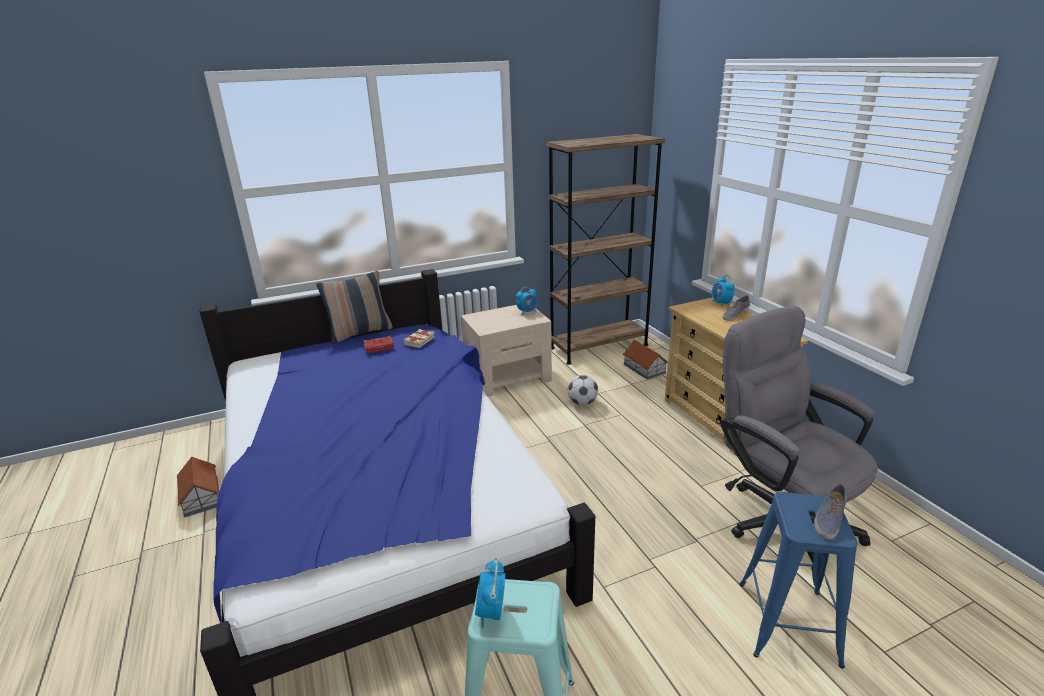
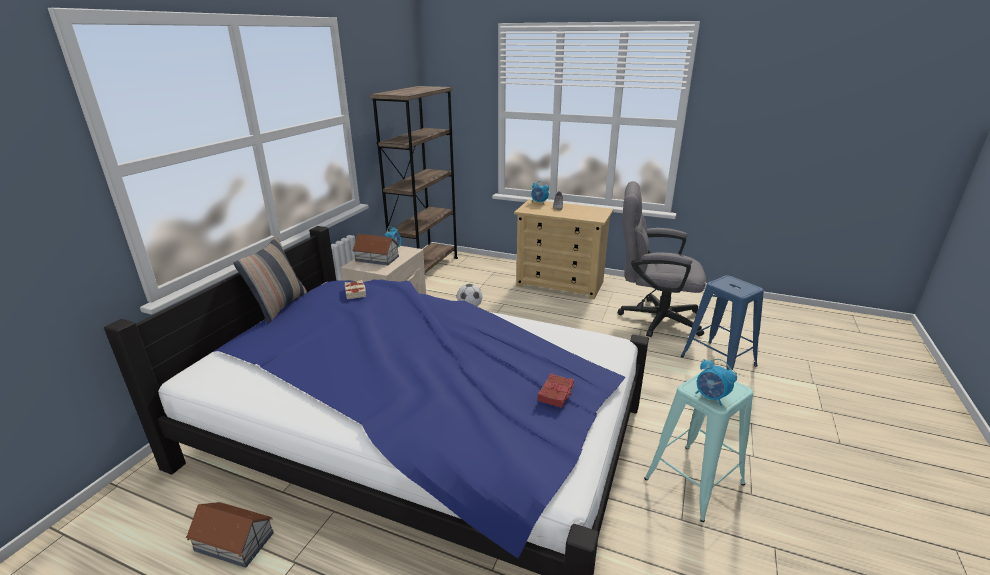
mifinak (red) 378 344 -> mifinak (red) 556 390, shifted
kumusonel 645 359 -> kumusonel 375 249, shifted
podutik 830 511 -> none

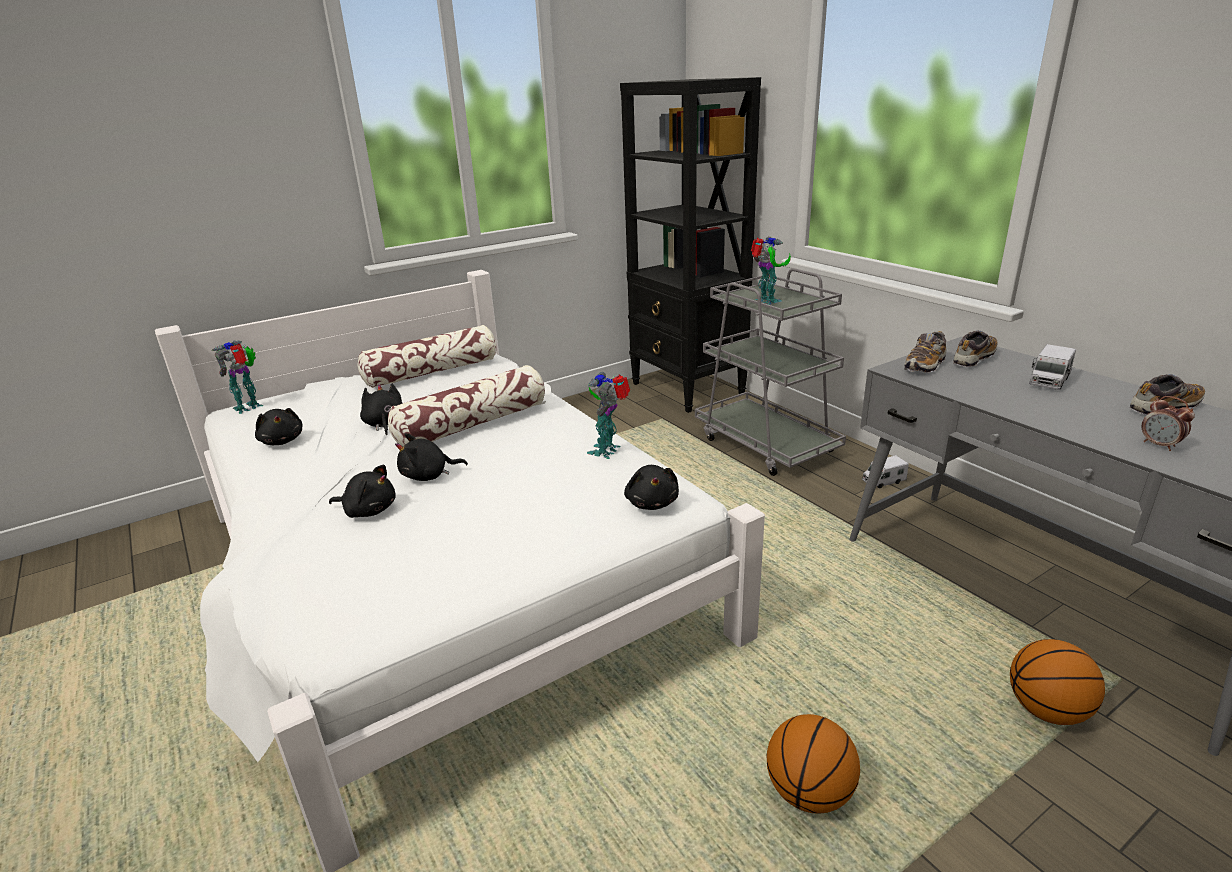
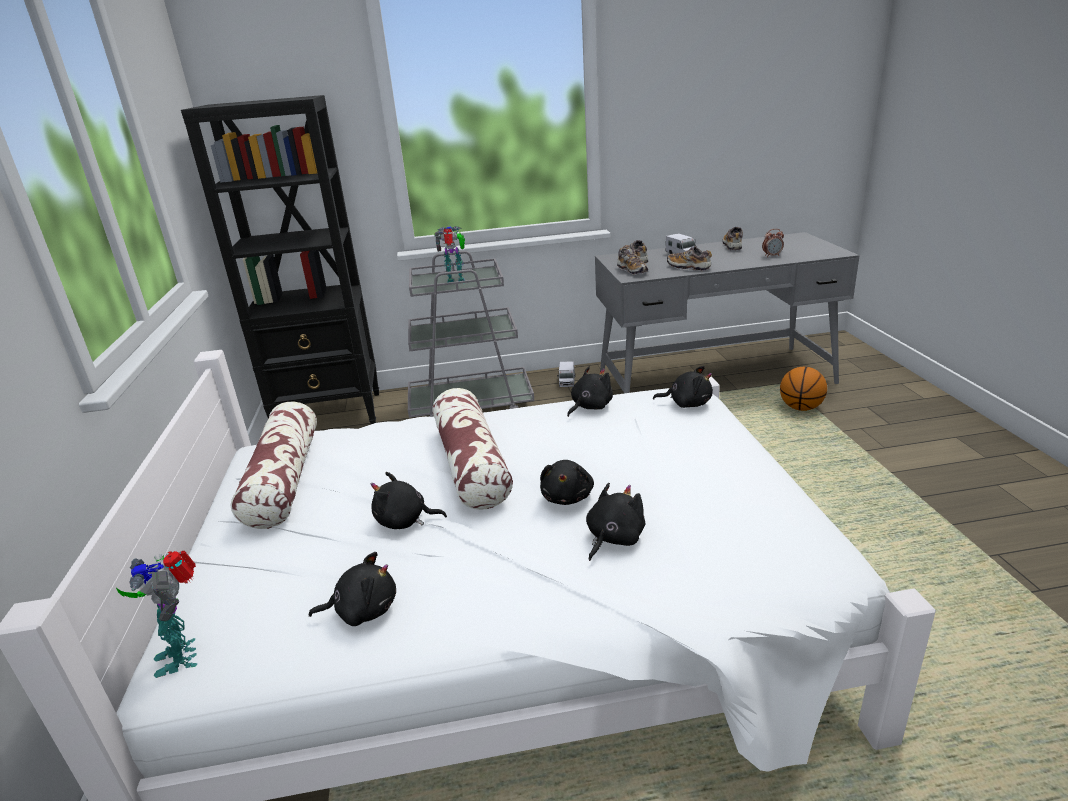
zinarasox 608 415 -> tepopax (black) 590 392
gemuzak 813 764 -> none
none -> podutik 689 258

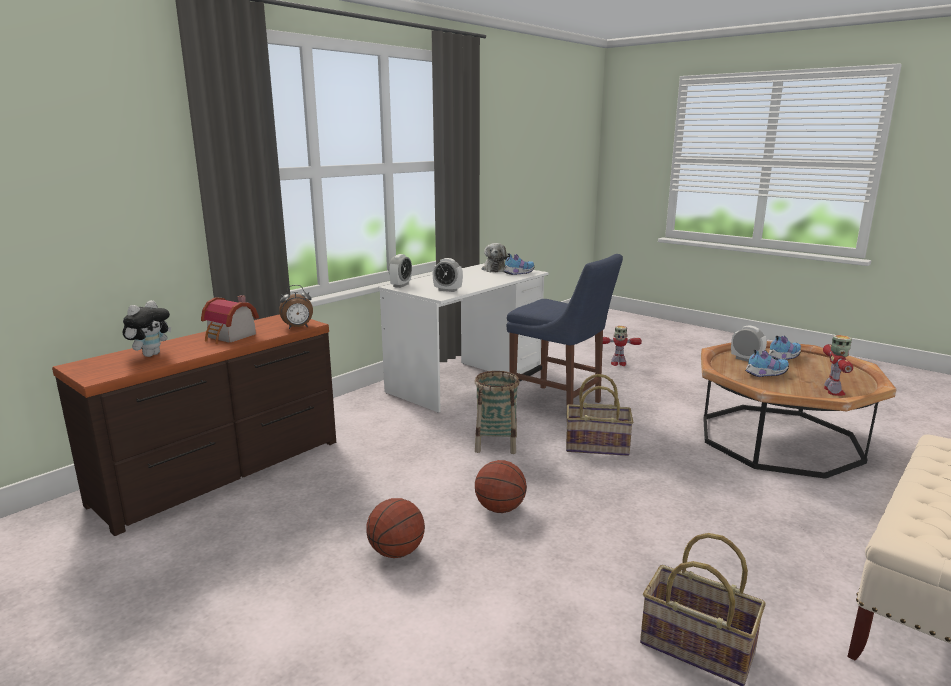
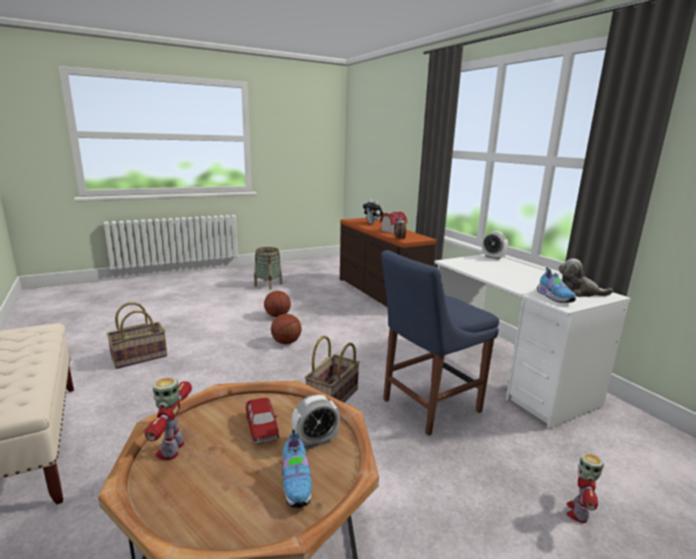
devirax 448 275 -> none
zinarasox 838 365 -> zinarasox 168 418, 60 degrees clockwise
podutik 767 363 -> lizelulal 262 420
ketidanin 497 412 -> ketidanin 268 268, shifted

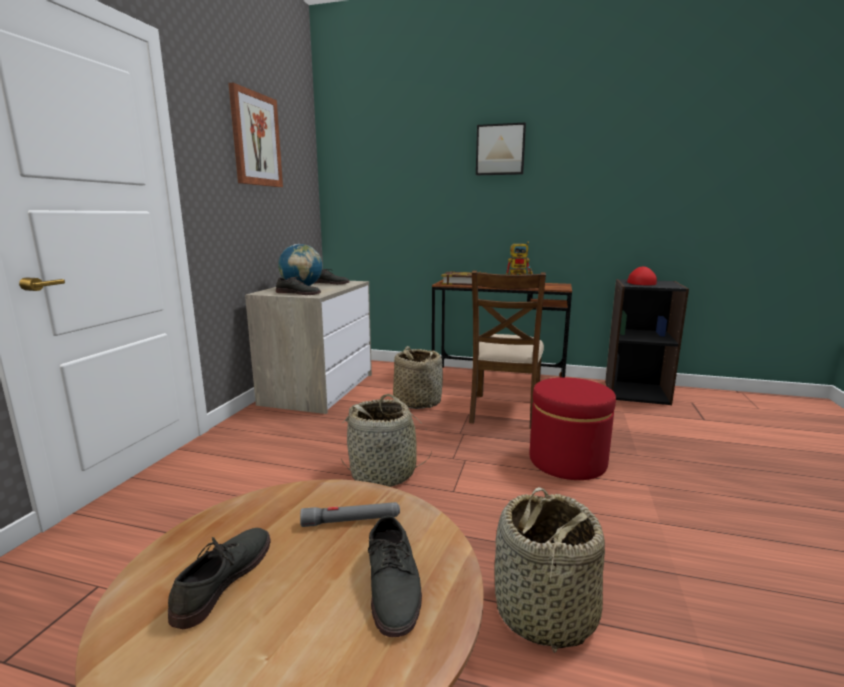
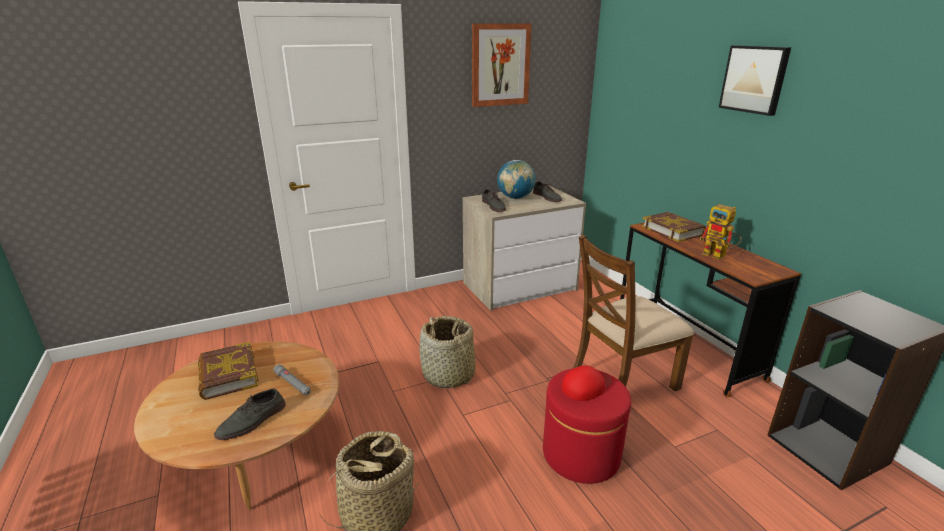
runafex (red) 642 275 -> runafex (red) 587 383, shifted
ketidanin 418 377 -> none
podutik (grey) 219 578 -> mifinak 228 371

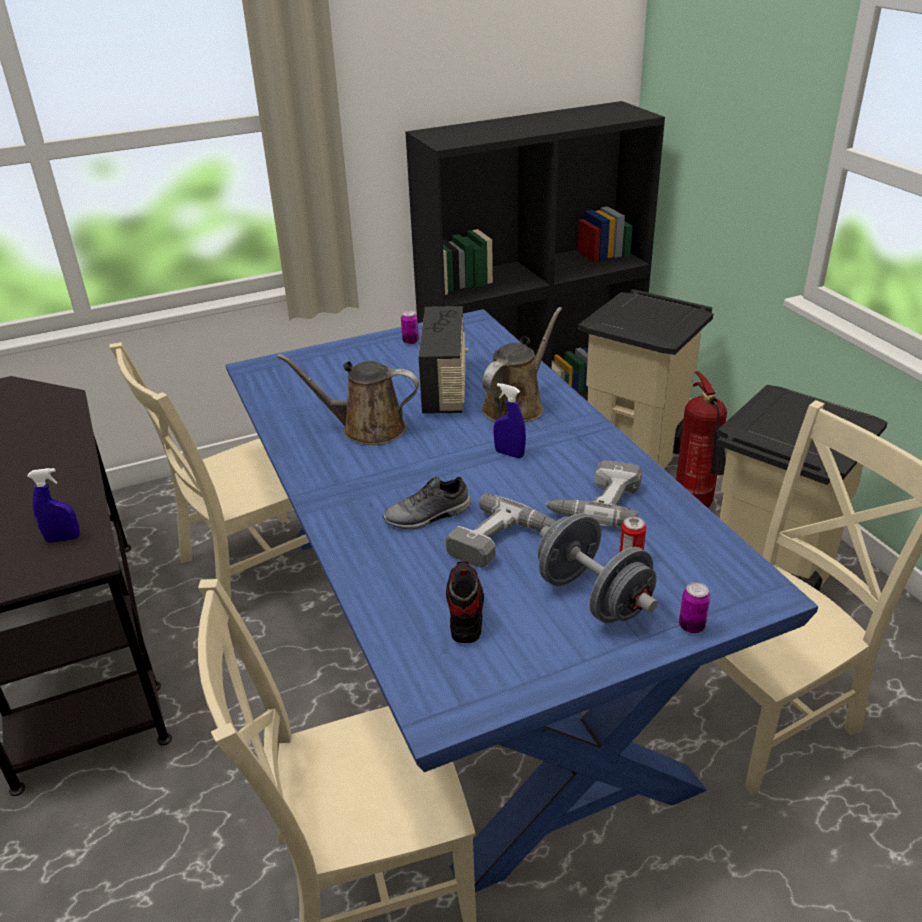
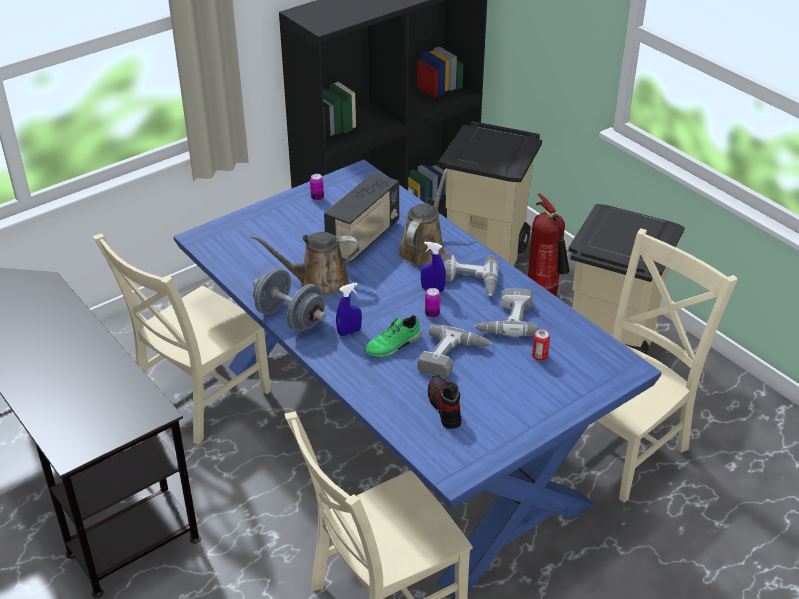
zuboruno 444 360 -> zuboruno 361 217, 45 degrees clockwise
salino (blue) 53 505 -> salino (blue) 349 309, shifted
podutik (grey) 427 503 -> podutik (green) 393 336
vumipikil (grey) 598 568 -> vumipikil (grey) 289 300, shifted
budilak 694 607 -> budilak 433 303, shifted
none -> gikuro 469 275

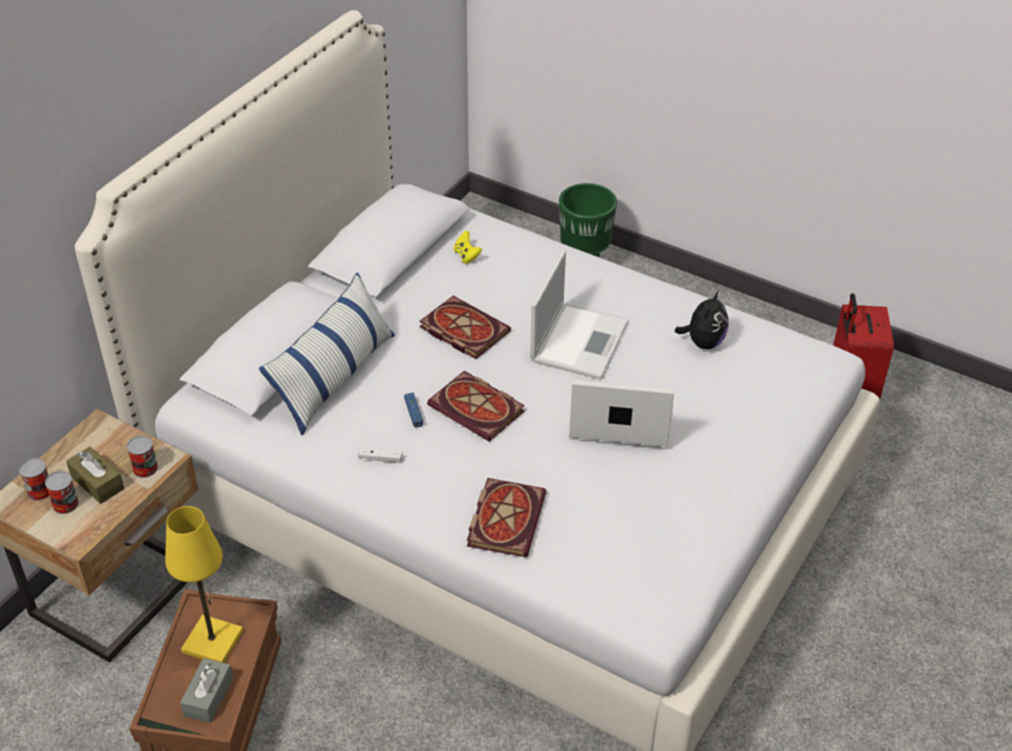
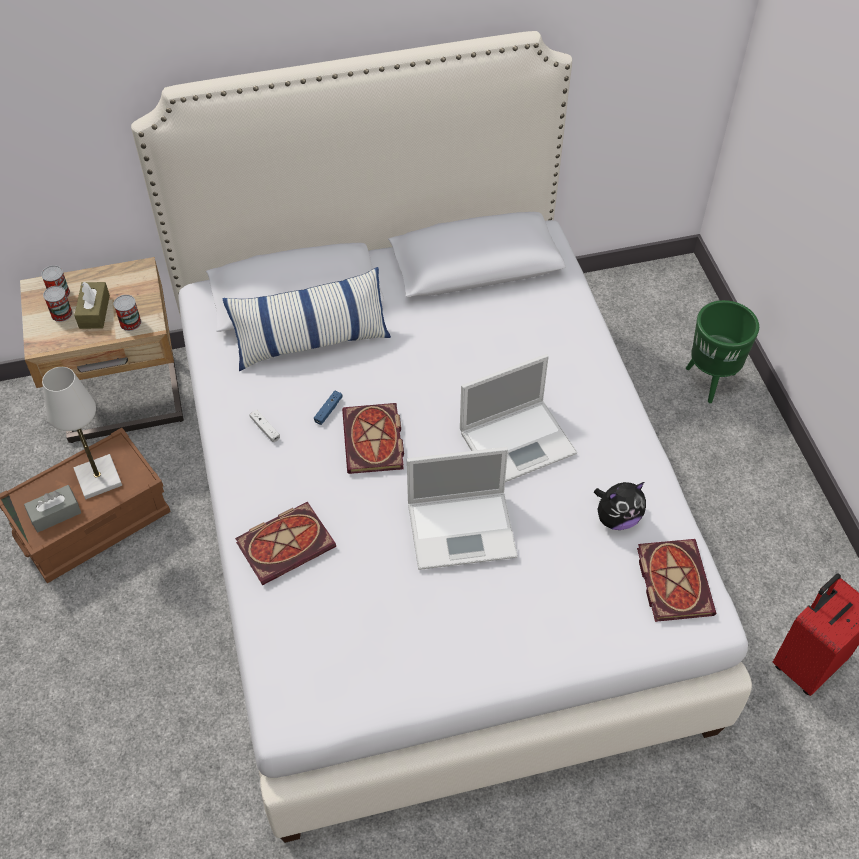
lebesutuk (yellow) 468 247 -> none
mifinak 465 327 -> mifinak 676 580, shifted
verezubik 621 413 -> verezubik 462 508, 120 degrees clockwise
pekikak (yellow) 204 584 -> pekikak (white) 82 433

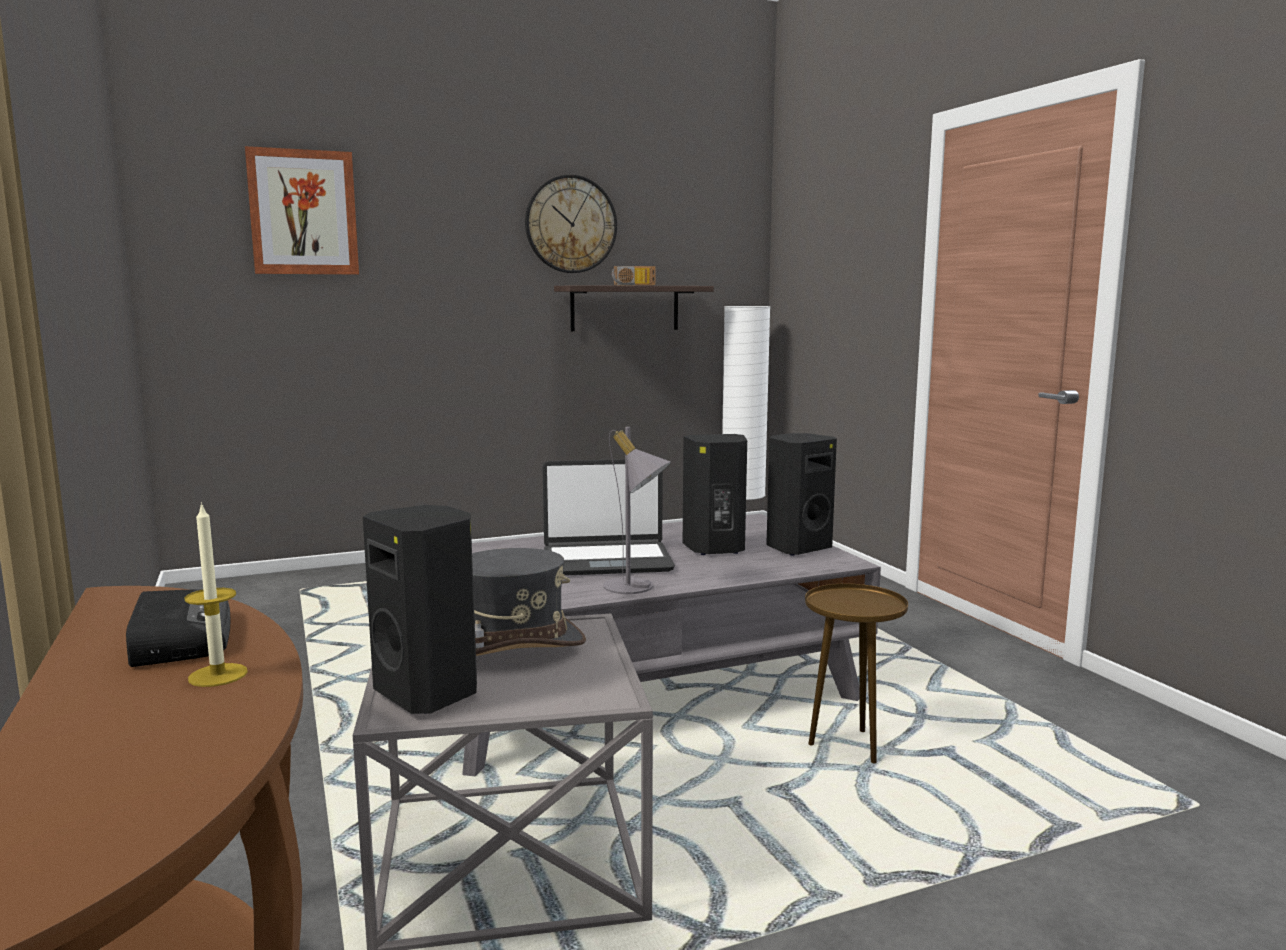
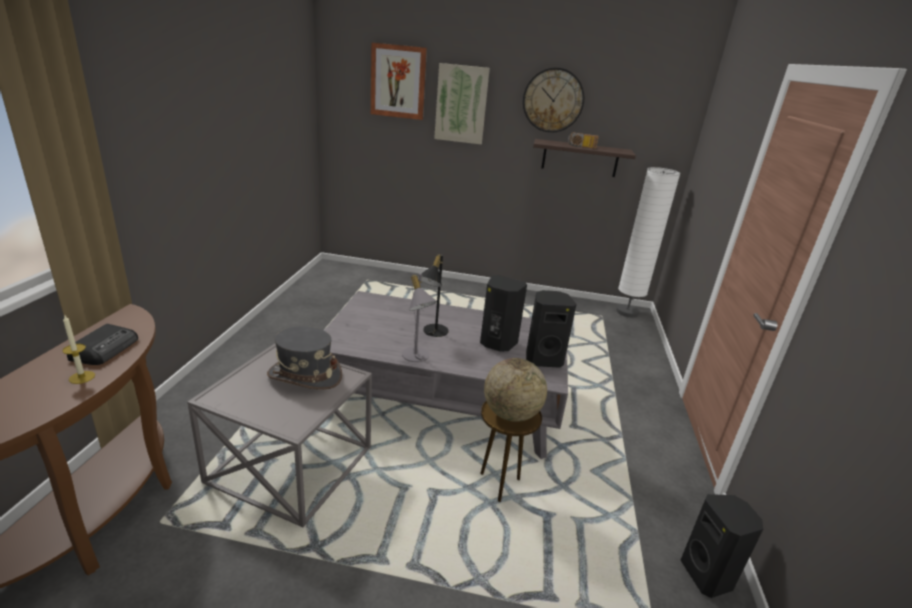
verezubik 608 517 -> pekikak (black) 433 296
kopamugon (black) 420 609 -> kopamugon (black) 722 546, shifted
none -> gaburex 462 103
none -> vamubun 515 390

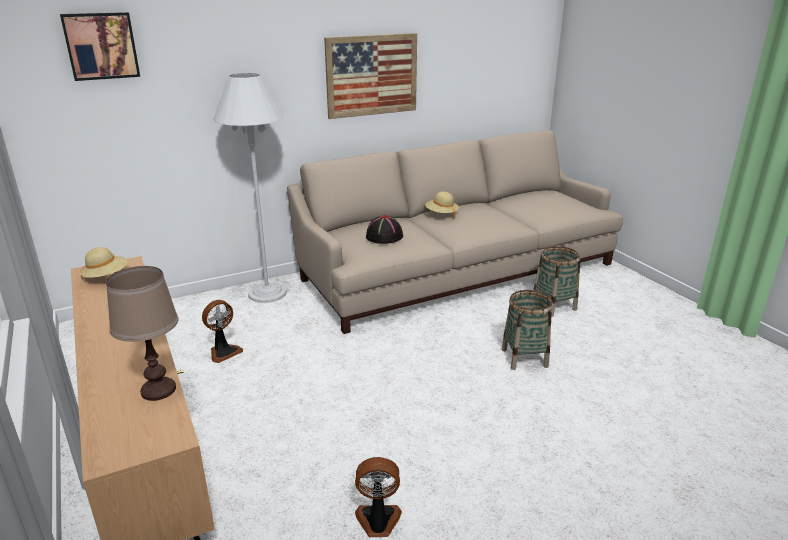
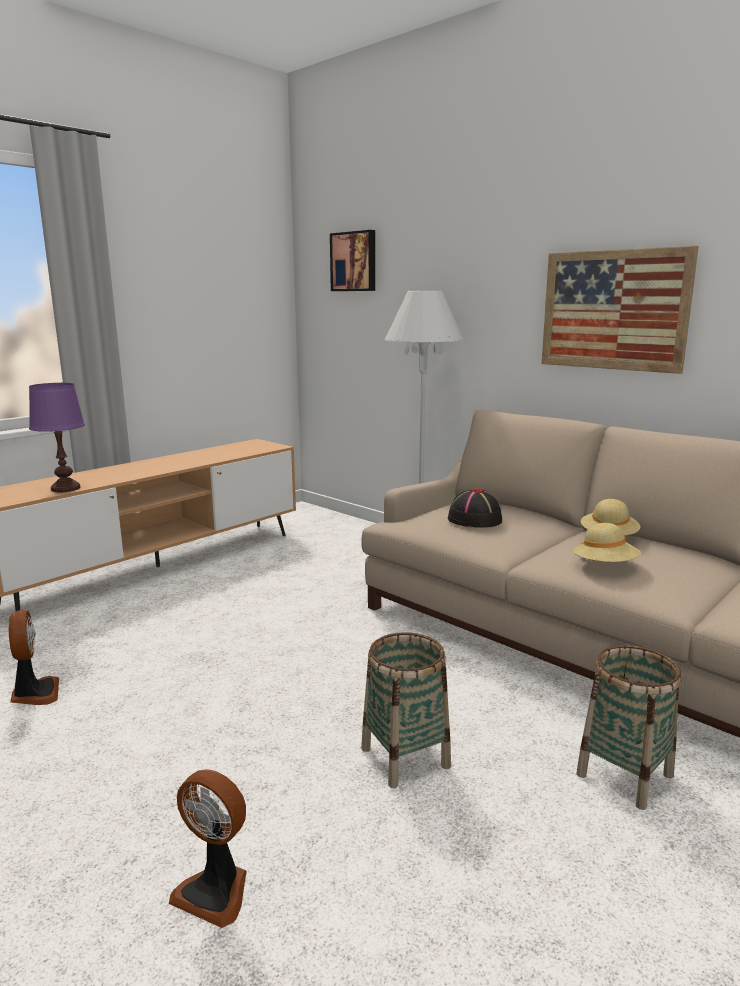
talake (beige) 103 263 -> talake (beige) 607 542, shifted
pekikak (brown) 142 333 -> pekikak (purple) 57 438
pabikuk 222 331 -> pabikuk 208 848, shifted

